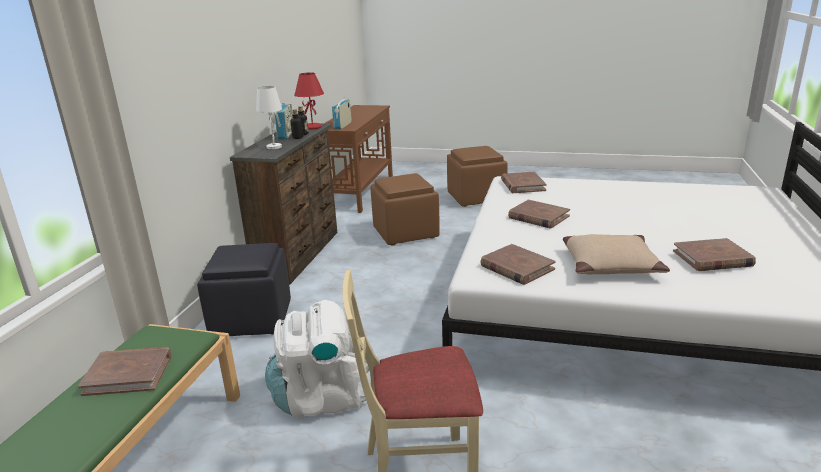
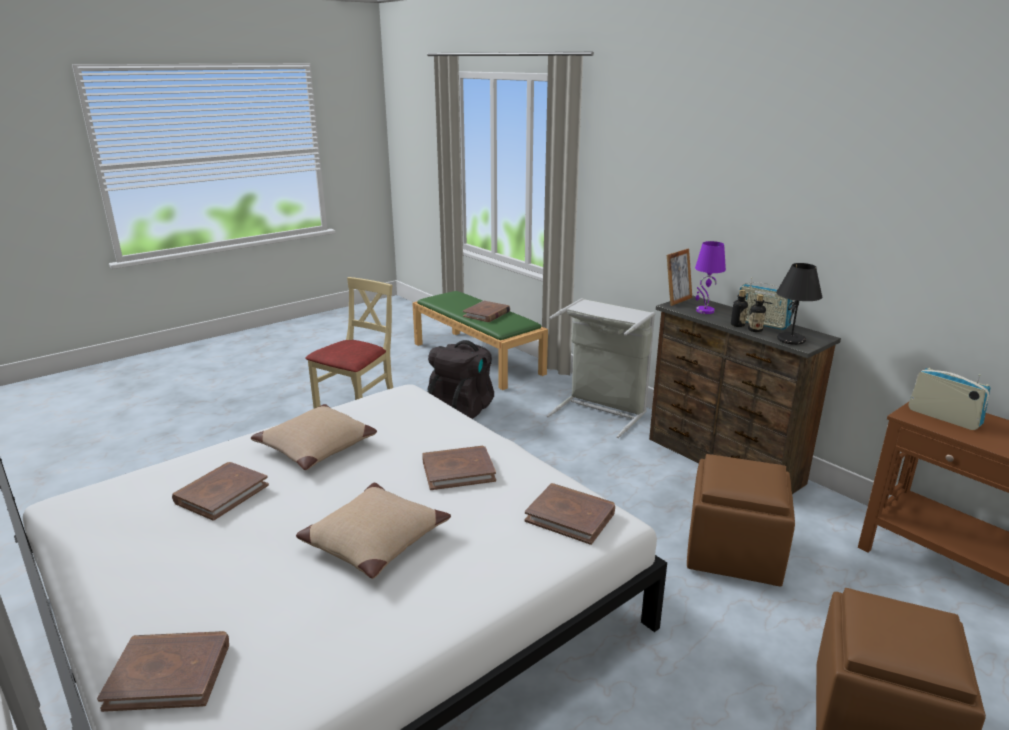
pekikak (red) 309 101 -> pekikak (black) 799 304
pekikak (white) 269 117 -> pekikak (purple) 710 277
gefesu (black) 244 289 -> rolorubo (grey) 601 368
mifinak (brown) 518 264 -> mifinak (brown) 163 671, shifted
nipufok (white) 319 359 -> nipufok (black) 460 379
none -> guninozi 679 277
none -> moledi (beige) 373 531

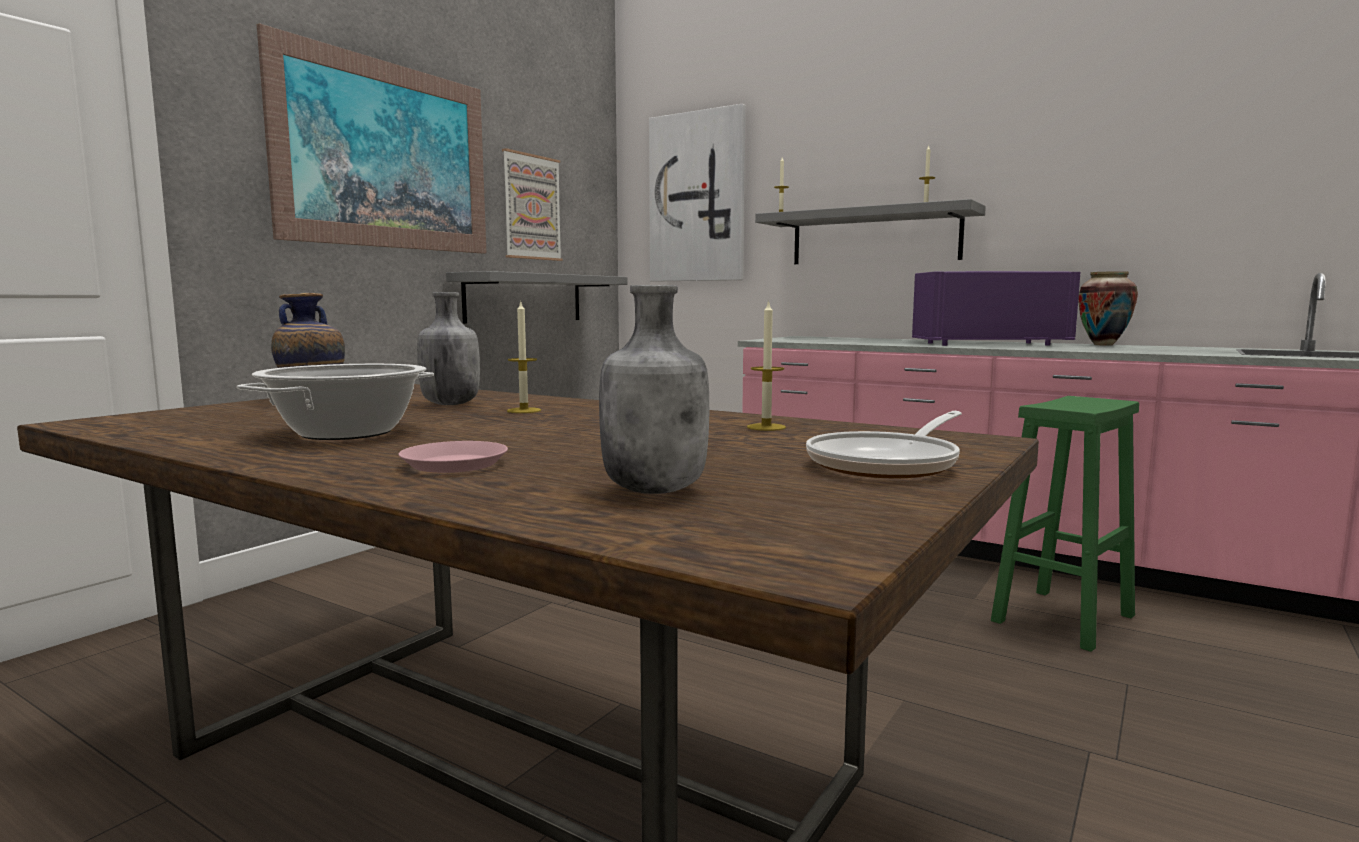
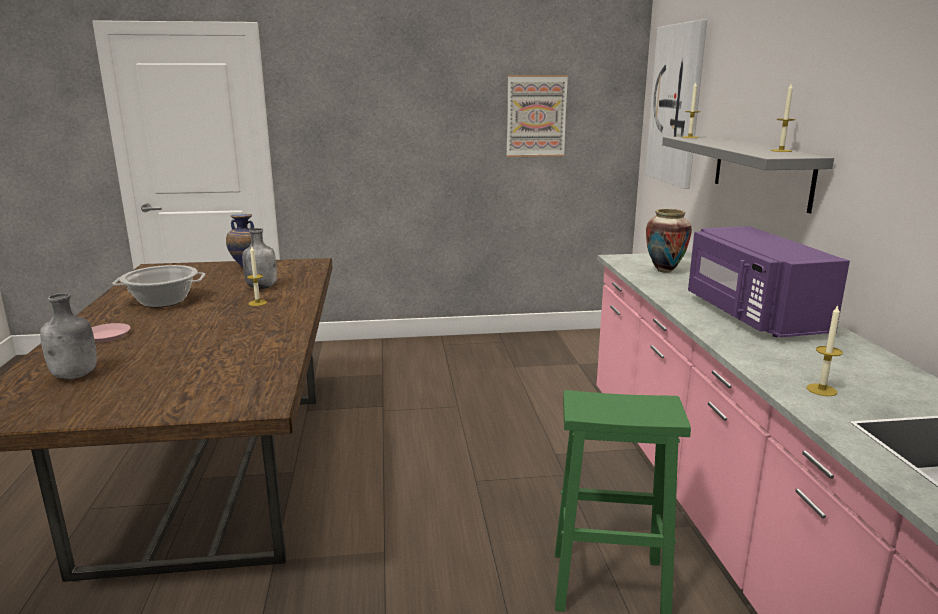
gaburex 371 139 -> none
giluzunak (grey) 536 297 -> none
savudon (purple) 996 308 -> savudon (purple) 769 282, 150 degrees counterclockwise
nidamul 1108 308 -> nidamul 669 241, shifted
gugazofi 766 365 -> gugazofi 825 350, shifted
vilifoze 884 444 -> none

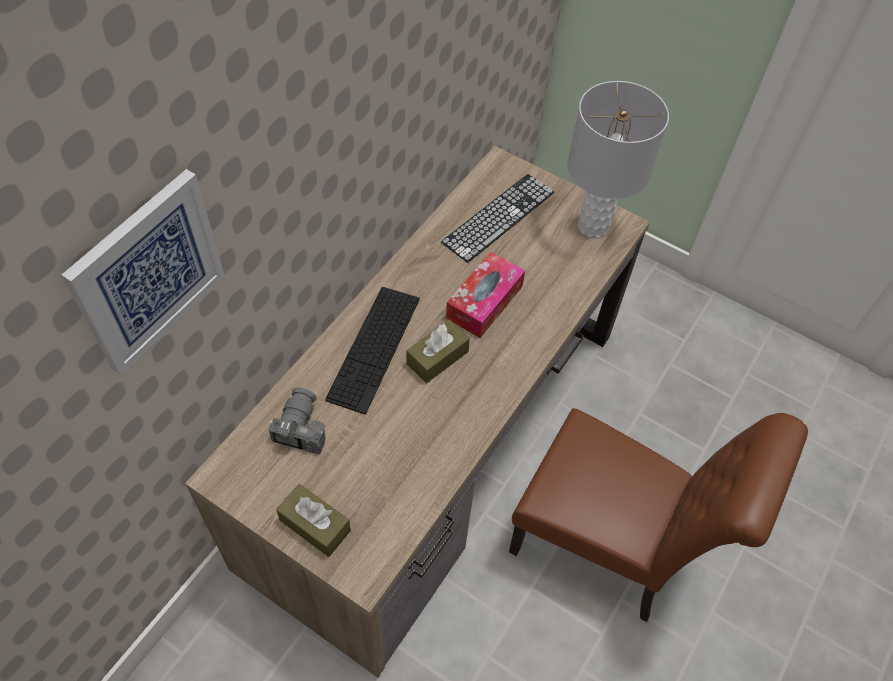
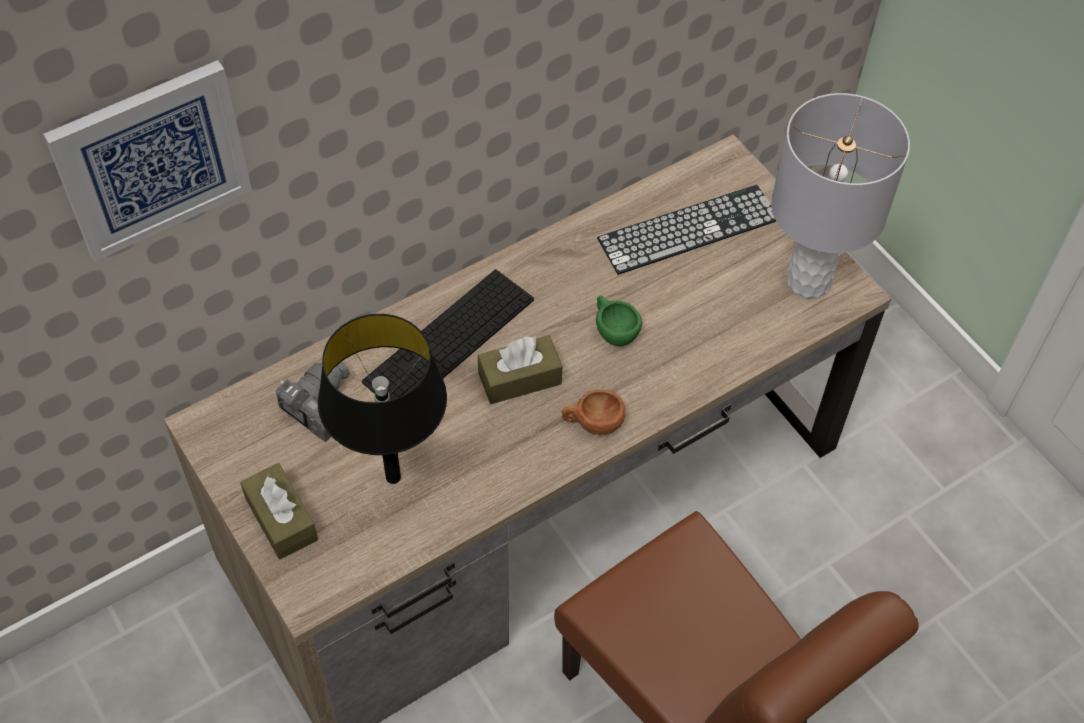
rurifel 485 295 -> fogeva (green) 619 321
none -> pekikak (black) 382 399
none -> fogeva (brown) 593 412

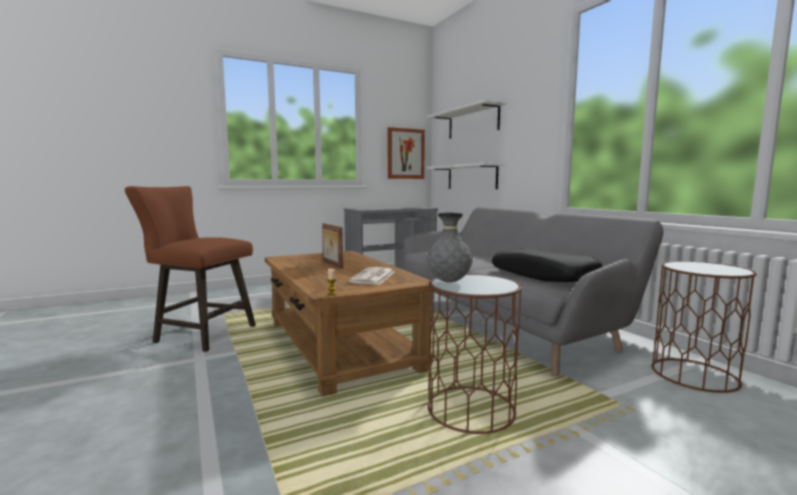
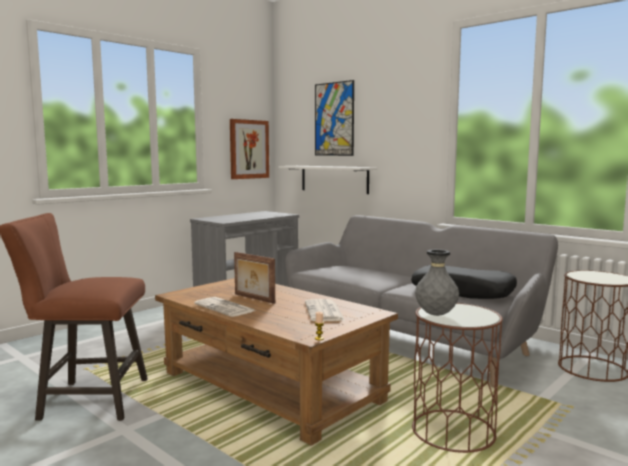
giluzunak (white) 467 119 -> gaburex 334 118
none -> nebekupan 224 307

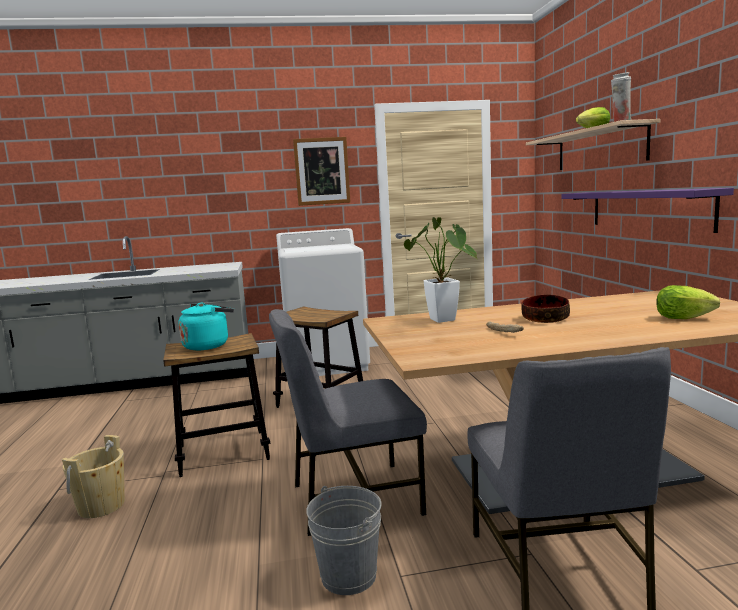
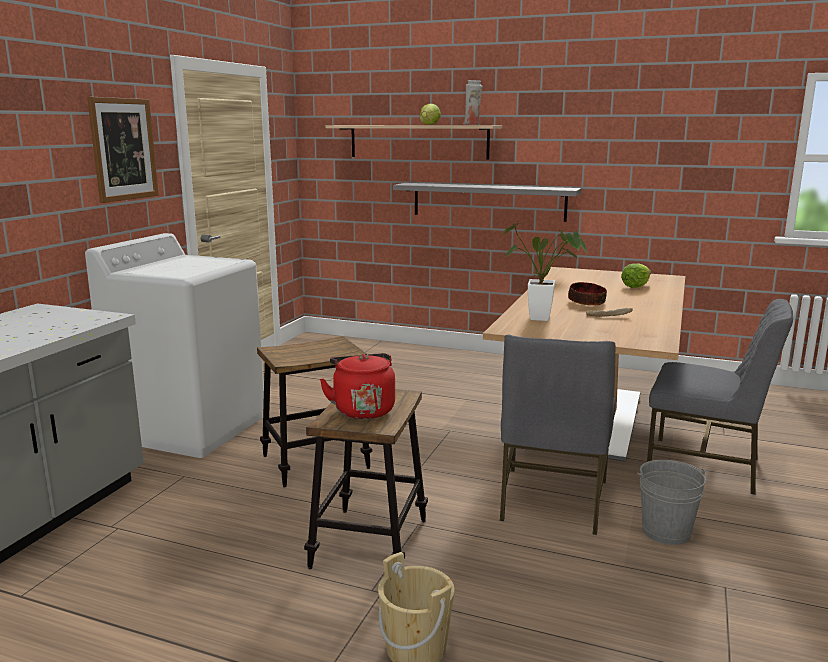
giluzunak (purple) 647 210 -> giluzunak (grey) 487 202
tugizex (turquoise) 206 326 -> tugizex (red) 357 386

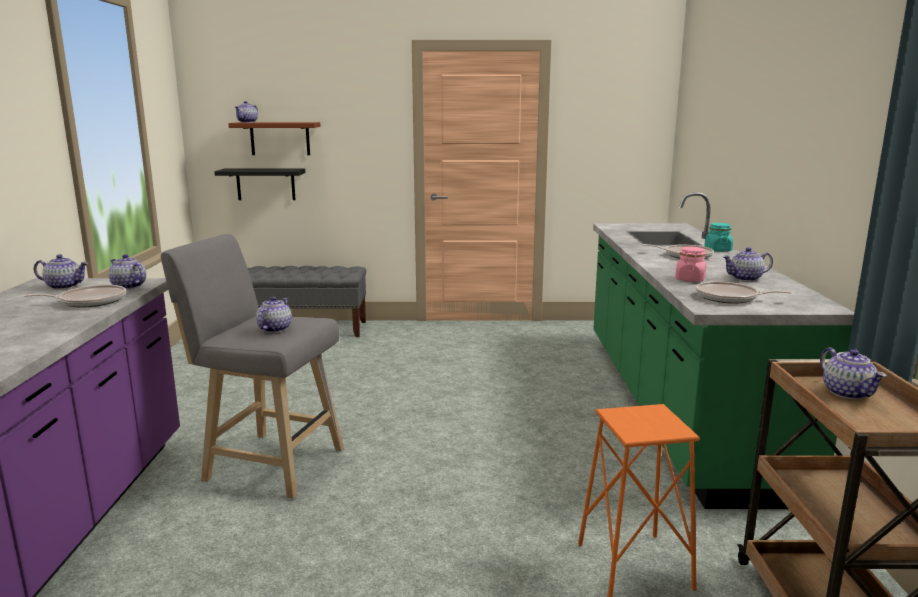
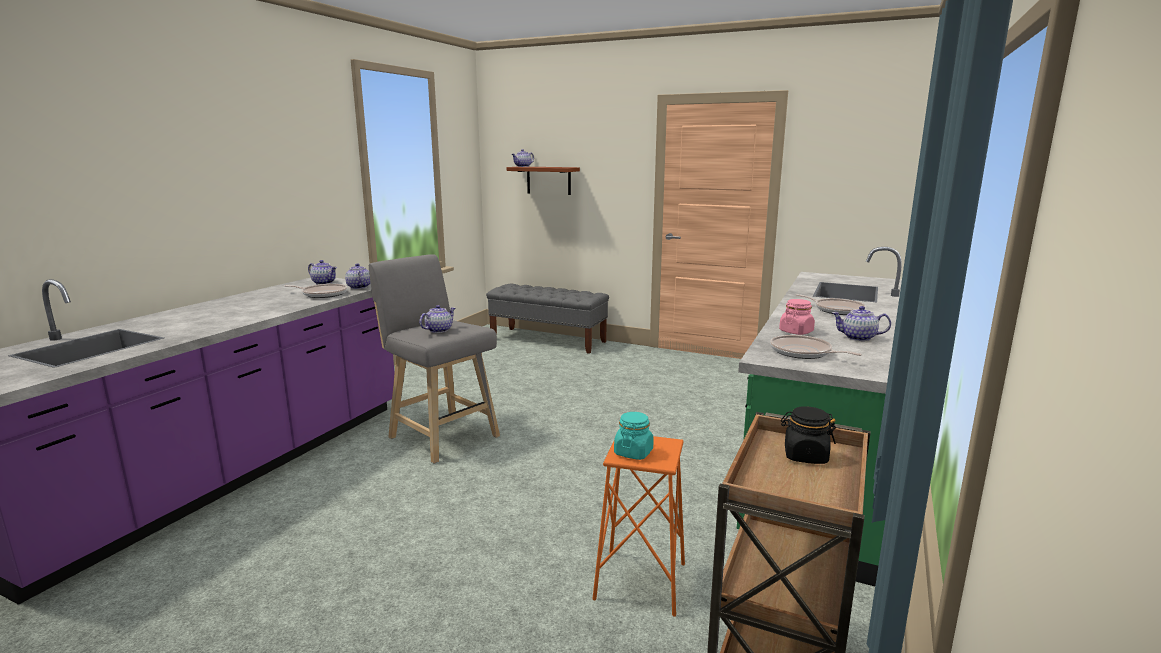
giluzunak (black) 259 184 -> none
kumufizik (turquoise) 718 237 -> kumufizik (turquoise) 634 436, shifted
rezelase 853 373 -> kumufizik (black) 808 435

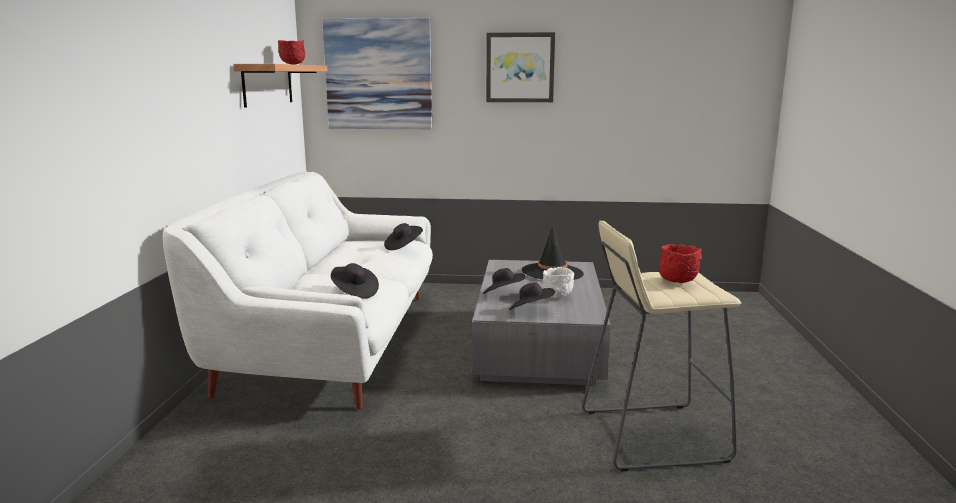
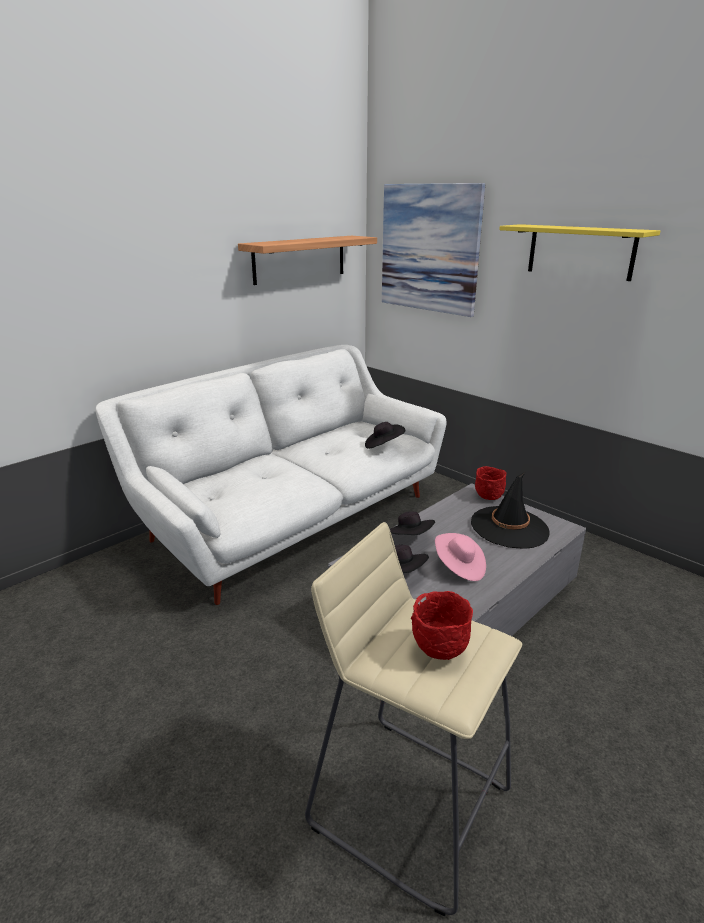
gaburex 520 67 -> giluzunak (yellow) 579 252
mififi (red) 291 52 -> mififi (red) 491 483, shifted
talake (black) 355 280 -> none
mififi (white) 558 282 -> talake (pink) 460 557

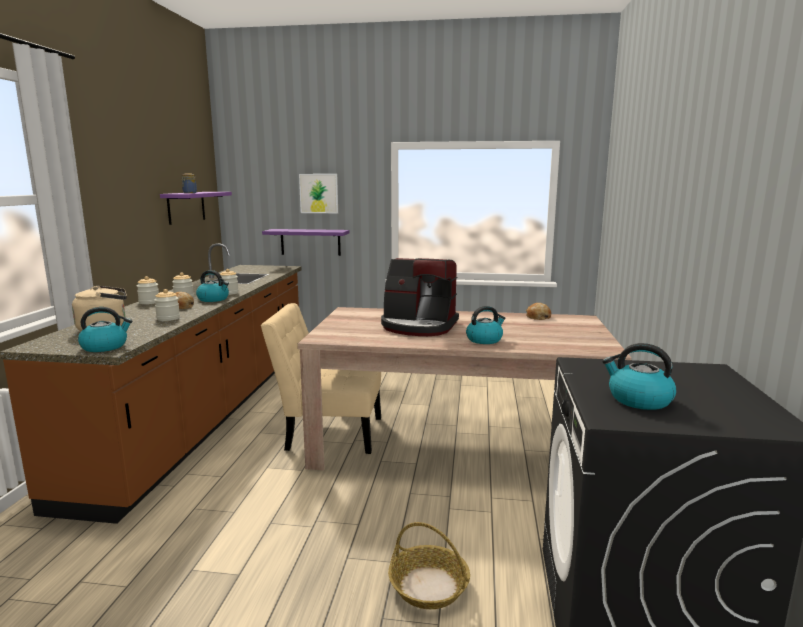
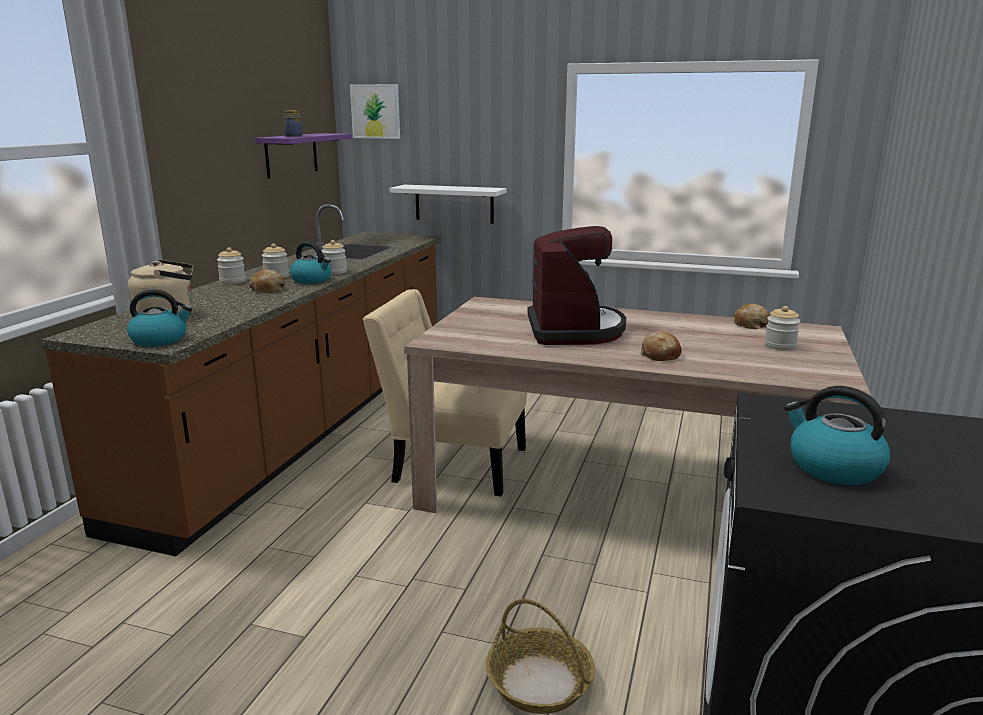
gaburex 318 193 -> gaburex 375 111, shifted
giluzunak (purple) 306 242 -> giluzunak (white) 448 204
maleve 420 297 -> maleve 576 285, 120 degrees counterclockwise
kumufizik 167 305 -> kumufizik 782 328, shifted
tugizex 485 325 -> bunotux 661 346

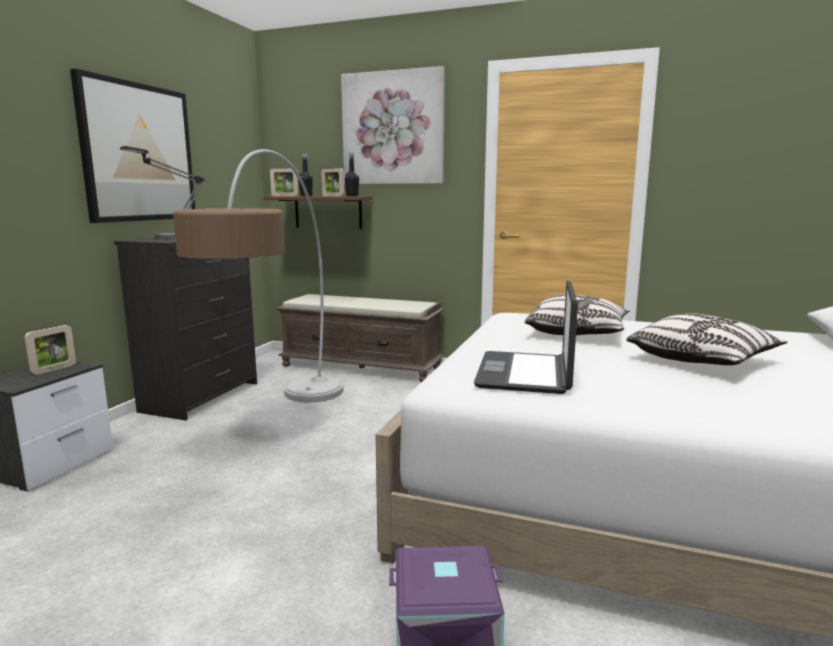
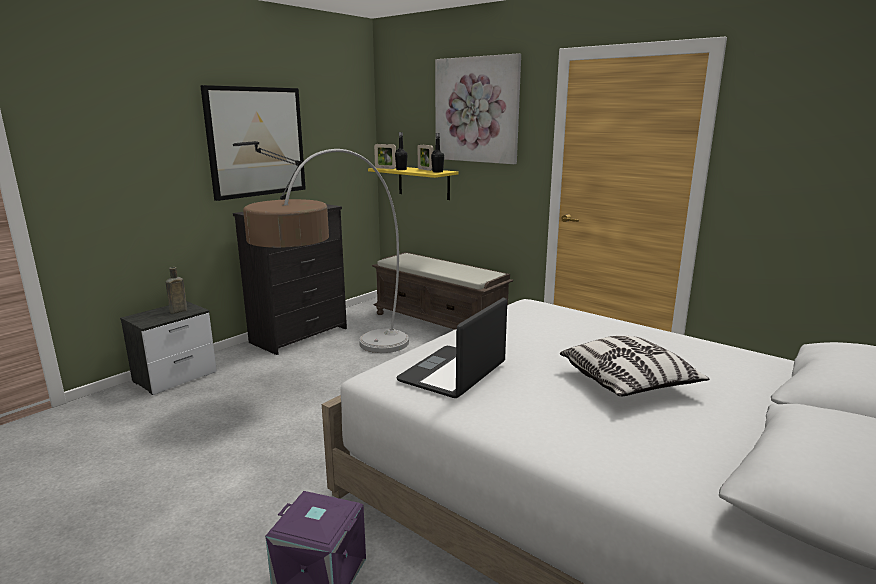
giluzunak (brown) 318 213 -> giluzunak (yellow) 413 183
moledi 577 315 -> none
guninozi 50 350 -> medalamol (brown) 176 290

